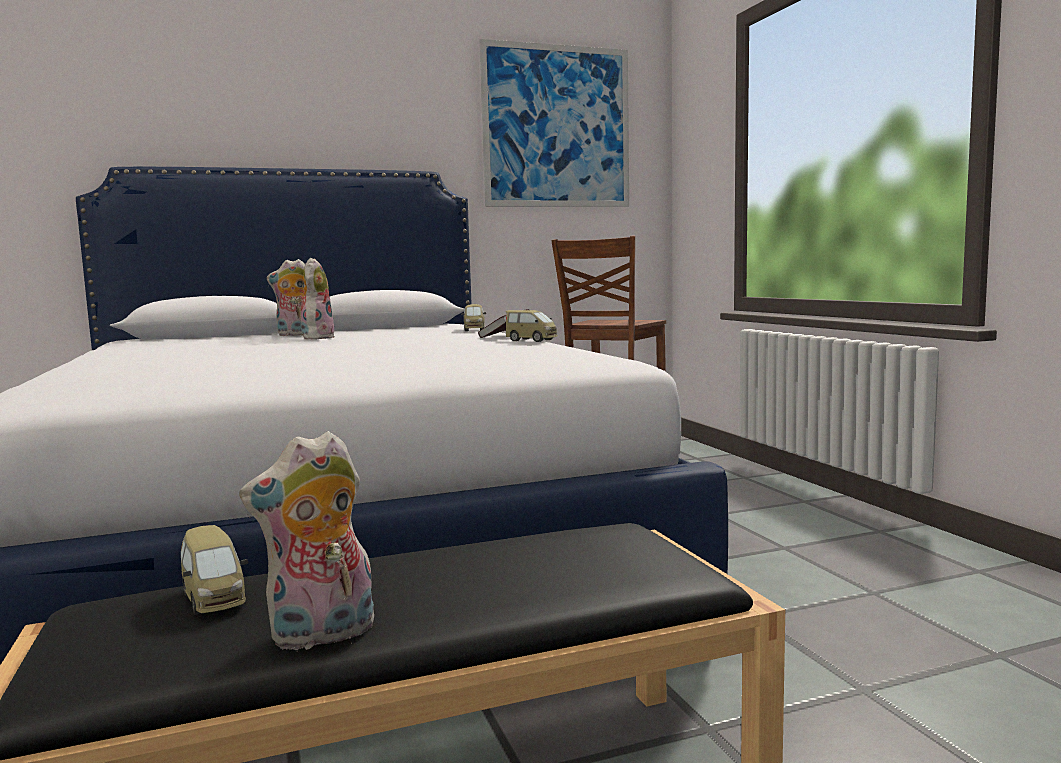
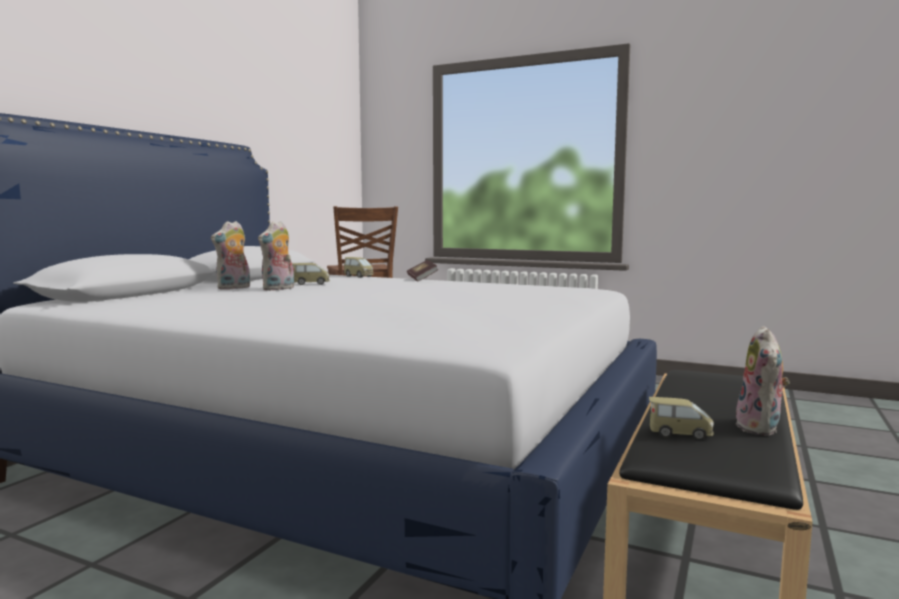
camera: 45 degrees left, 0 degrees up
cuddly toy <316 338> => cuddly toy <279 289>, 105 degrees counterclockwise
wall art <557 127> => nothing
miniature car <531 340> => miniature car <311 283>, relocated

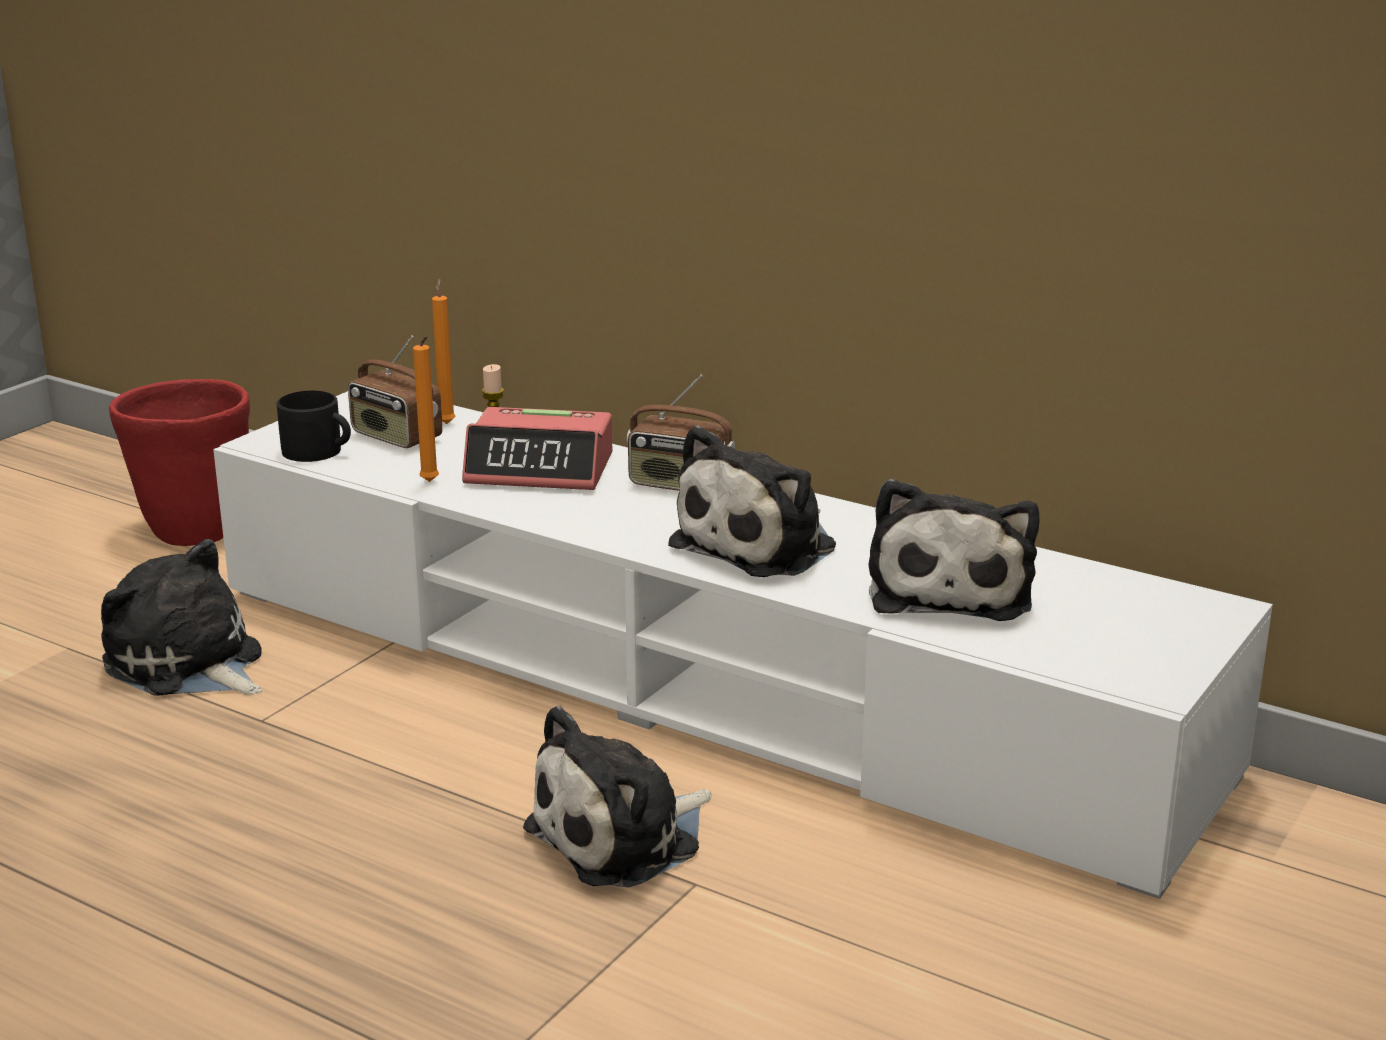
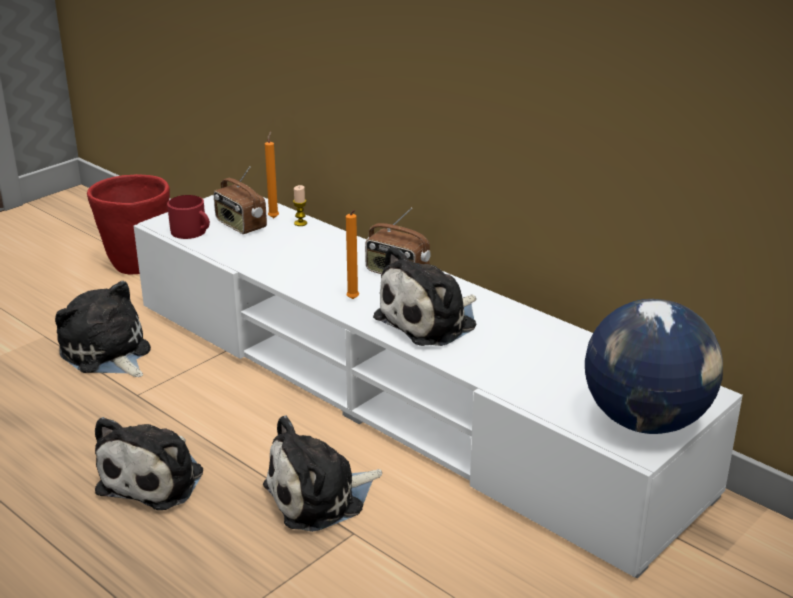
camera: 10 degrees right, 5 degrees up
coffee mug/black-coloured <318 451> => coffee mug/reddish <192 232>
wax candle/orangey <430 483> => wax candle/orangey <353 300>, relocated
table clock <540 469> => nothing
cuddly toy <950 590> => cuddly toy <155 478>, relocated
nothing => world globe <646 421>

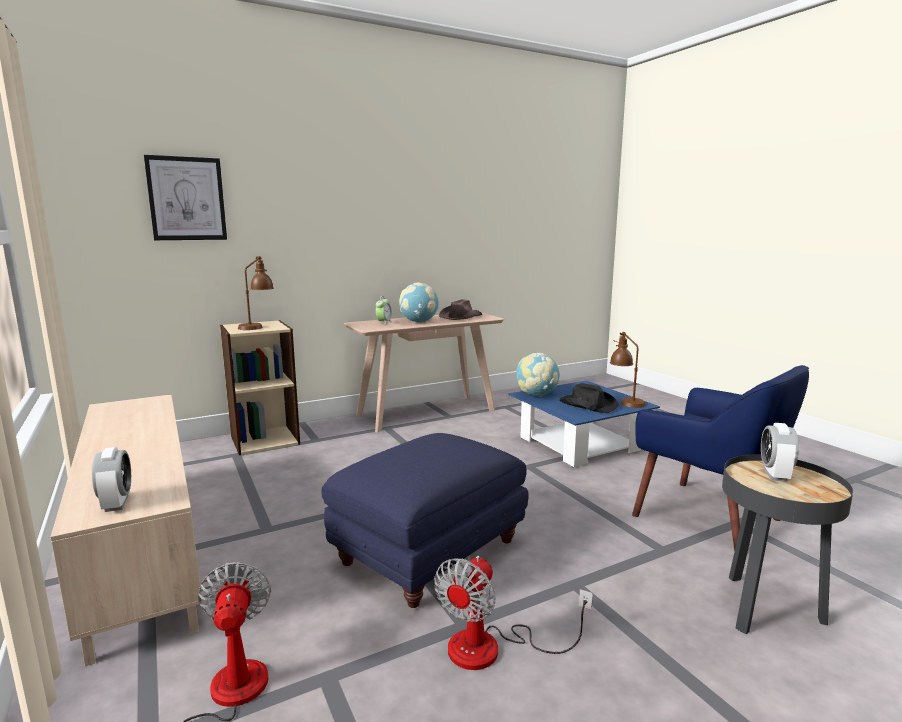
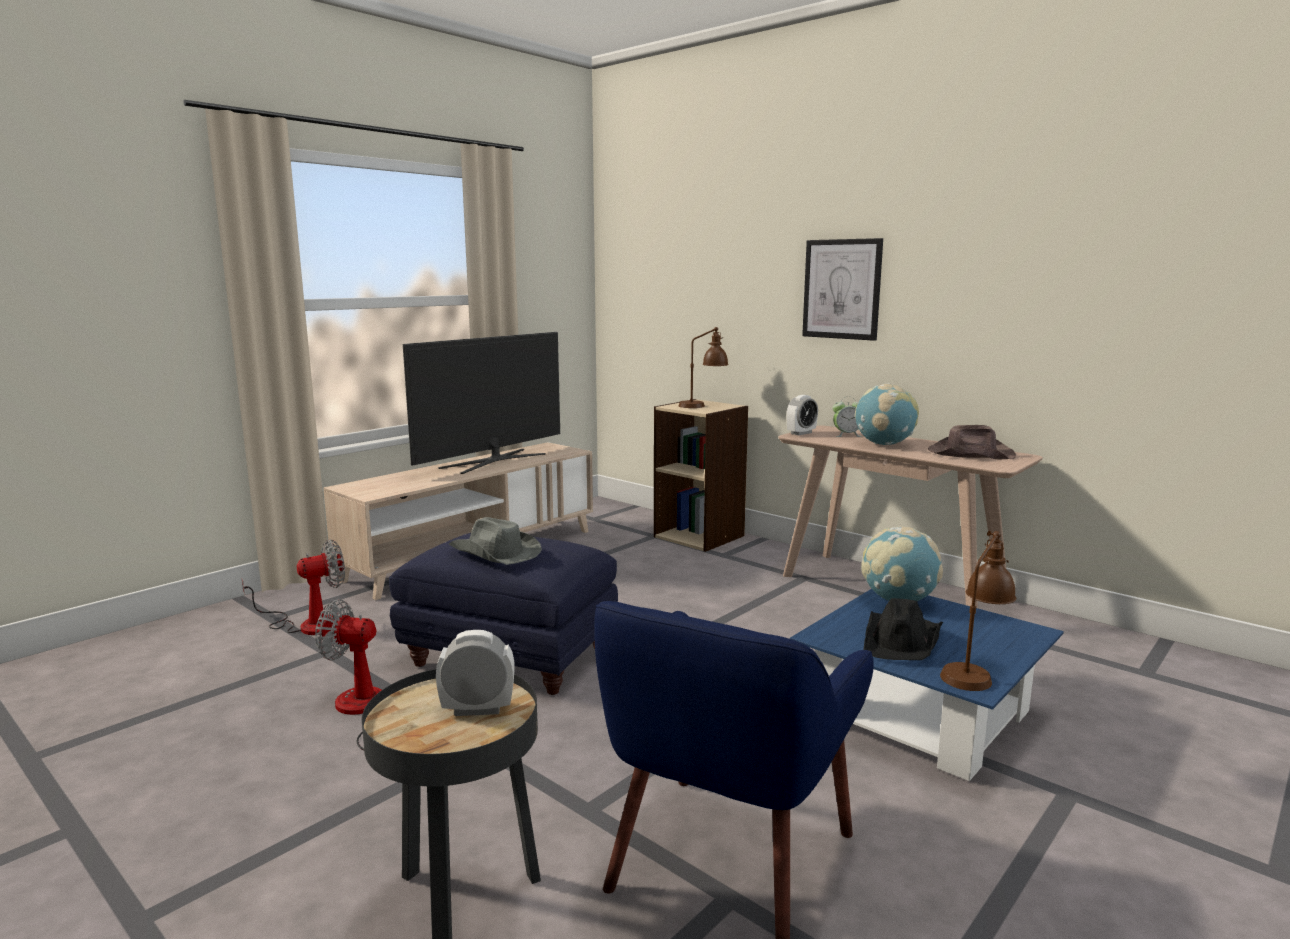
camera: 70 degrees right, 0 degrees up
table clock <116 503> => table clock <801 433>, relocated
wall art <187 199> => wall art <842 289>, relocated
nothing => television <494 461>
nothing => wearable hat/greyish <495 553>

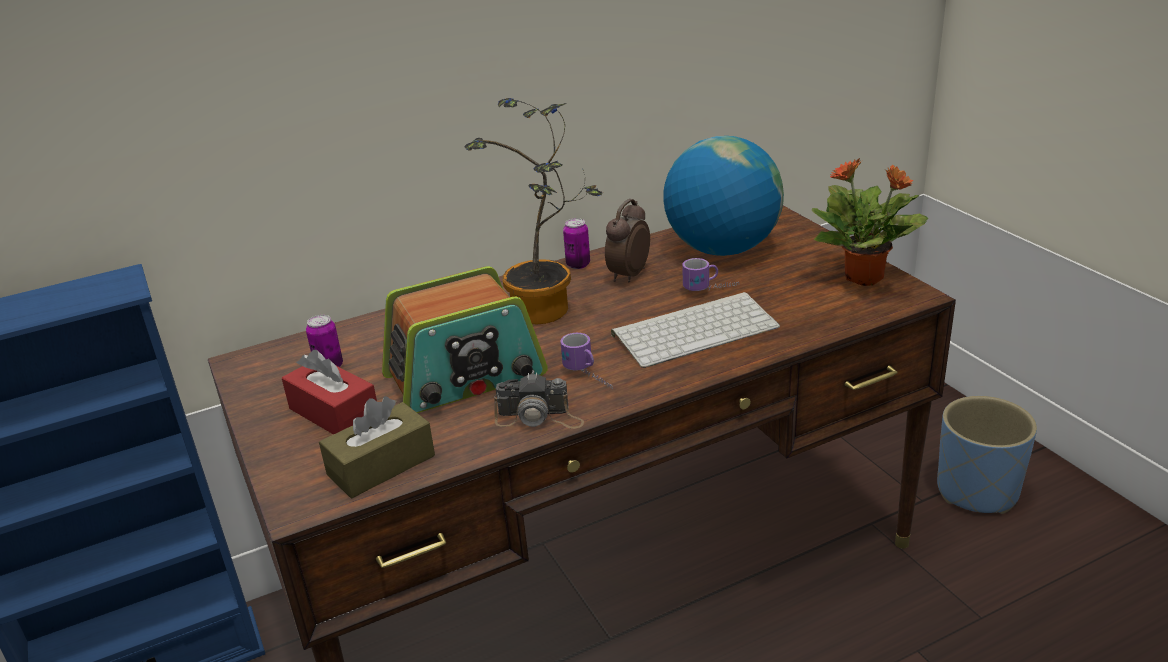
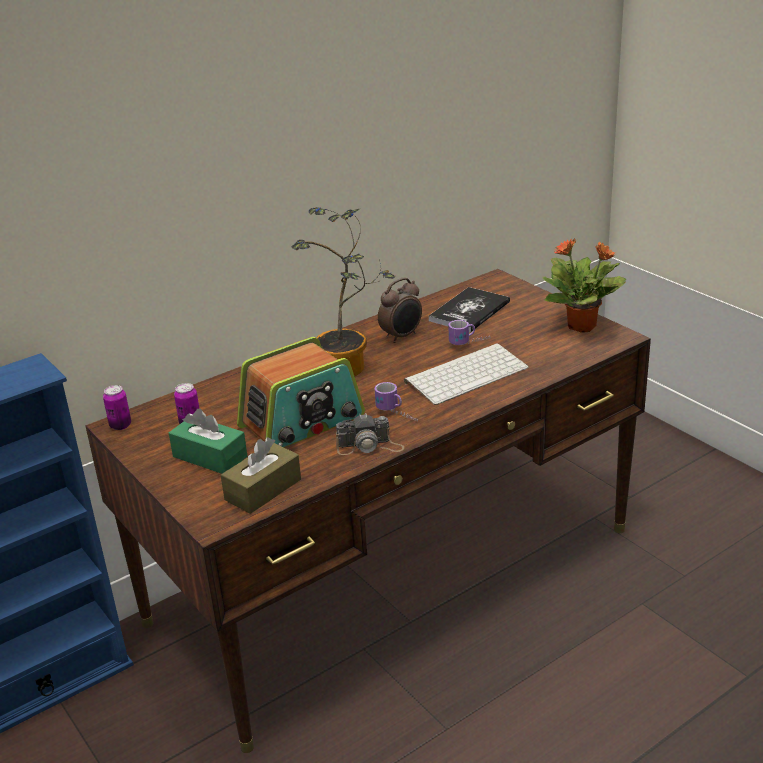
camera: 10 degrees left, 0 degrees up
tissue box/reddish <334 413> => tissue box/green <210 457>
sealed can <578 265> => sealed can <120 425>, relocated
table clock <627 275> => table clock <402 336>, 150 degrees counterclockwise
world globe <722 249> => volume <469 311>
flower pot/blue <977 491> => nothing

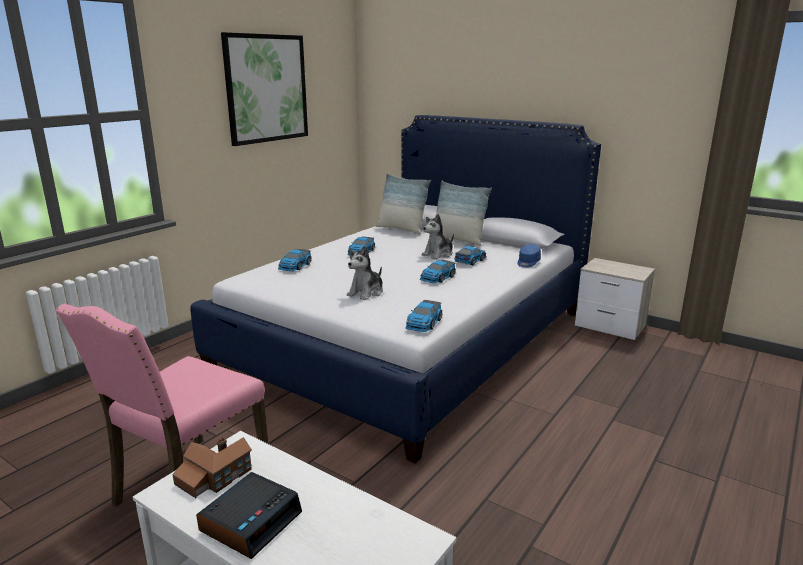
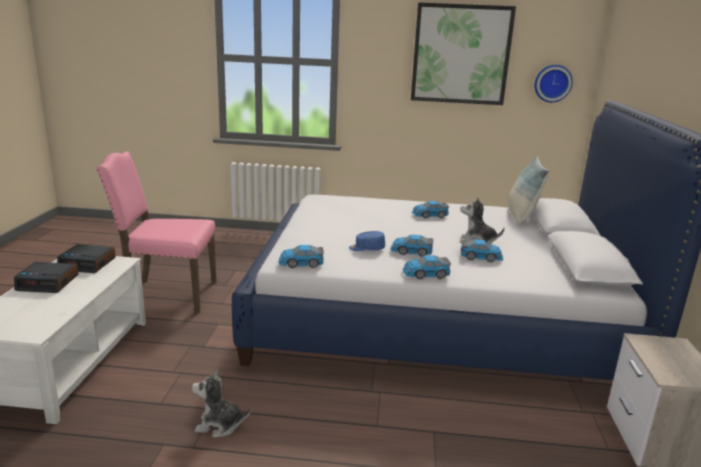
camera: 60 degrees right, 0 degrees up
model house <213 477> => table clock <88 264>
miniature car <295 266> => miniature car <425 274>, relocated
cuddly toy <366 292> => cuddly toy <219 425>, relocated
cushion <457 240> => nothing
peaked cap/blue <528 262> => peaked cap/blue <366 248>, relocated
nothing => wall clock <552 83>

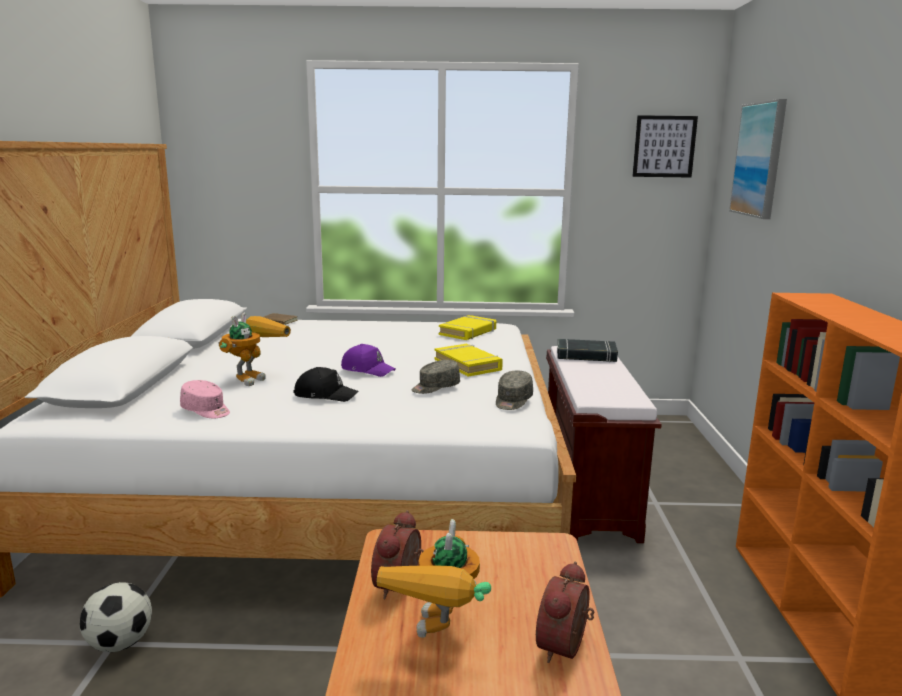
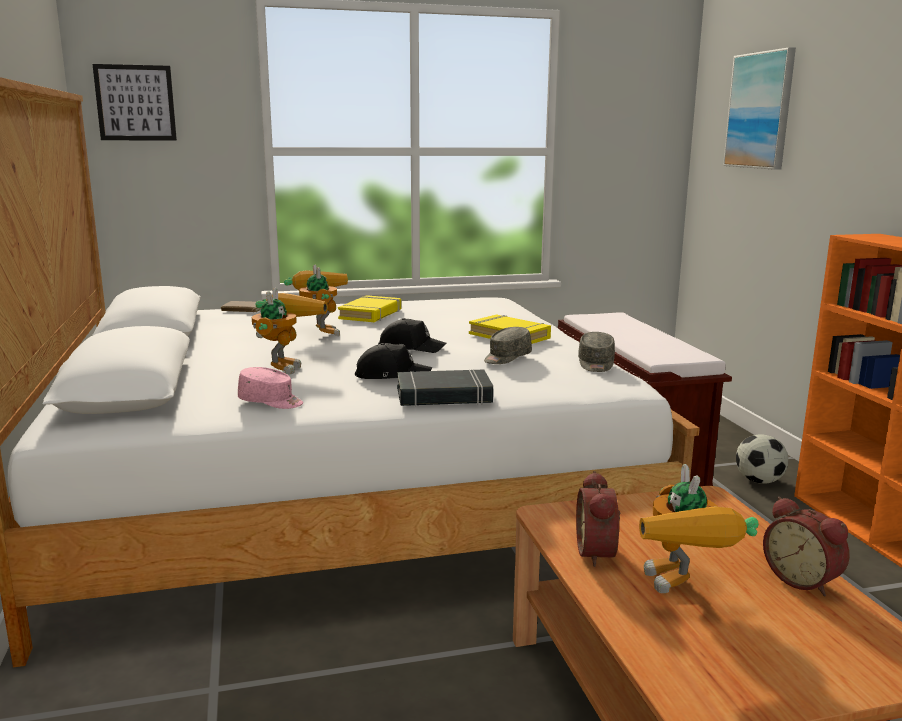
camera: 15 degrees left, 0 degrees up
football ball <120 643> => football ball <759 481>, relocated
peaked cap/purple <367 369> => peaked cap/black-coloured <411 347>
volume/yellow-coloured <468 332> => volume/yellow-coloured <371 314>, relocated
table clock <566 647> => table clock <803 580>, 45 degrees counterclockwise
volume/black-coloured <586 355> => volume/black-coloured <444 396>, relocated
wall art <664 146> => wall art <135 103>, relocated
nothing => toy robot <319 332>

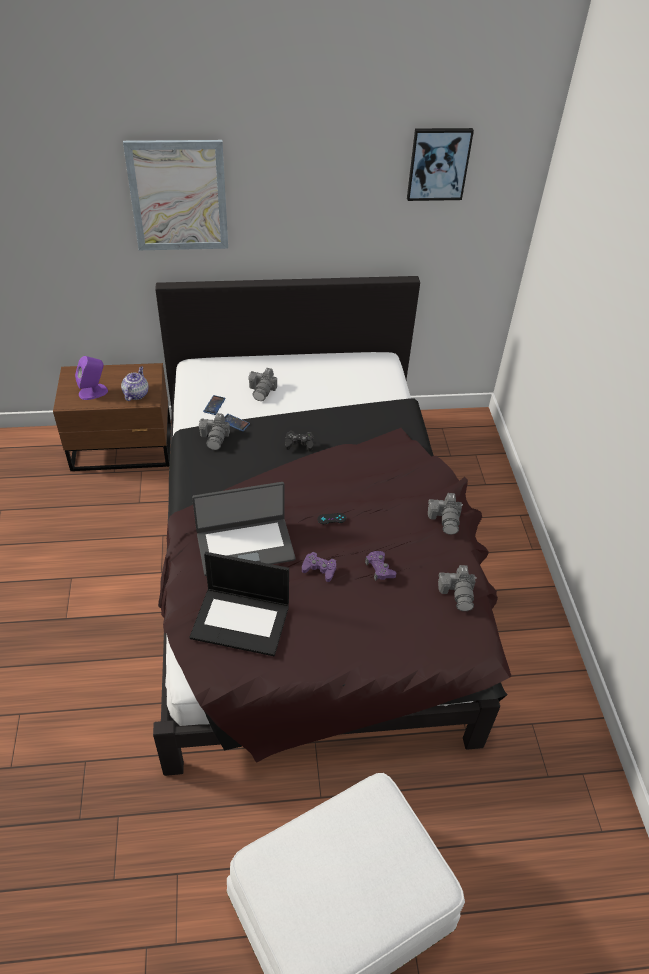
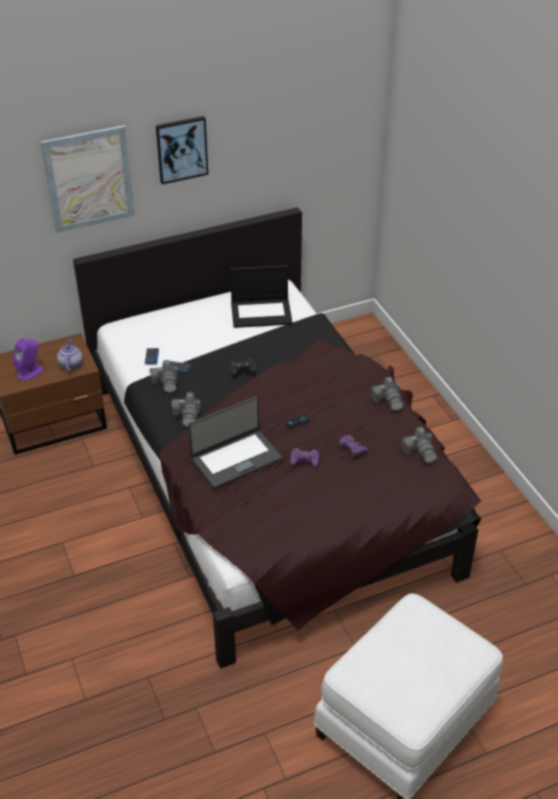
camera: 15 degrees left, 5 degrees down
portable computer <242 620> => portable computer <262 312>, relocated
photo camera <262 390> => photo camera <188 415>, relocated
wall art <438 164> => wall art <181 149>, relocated

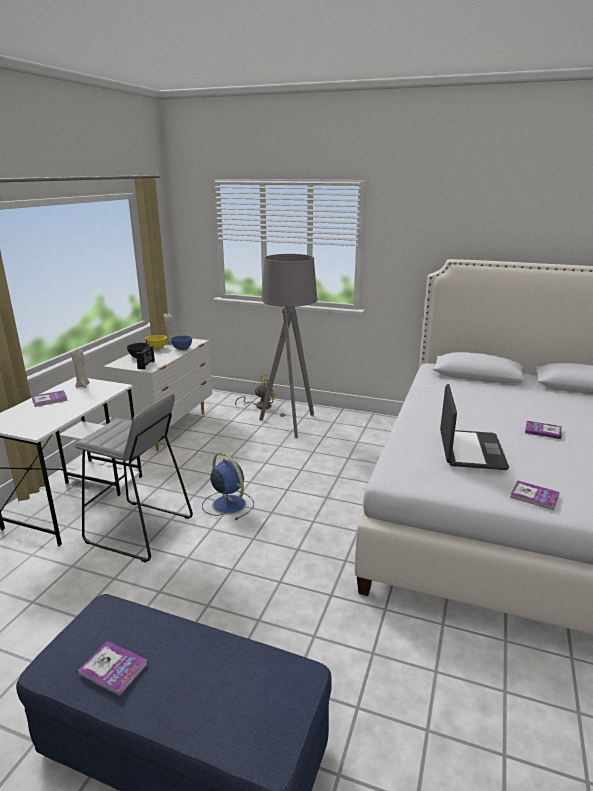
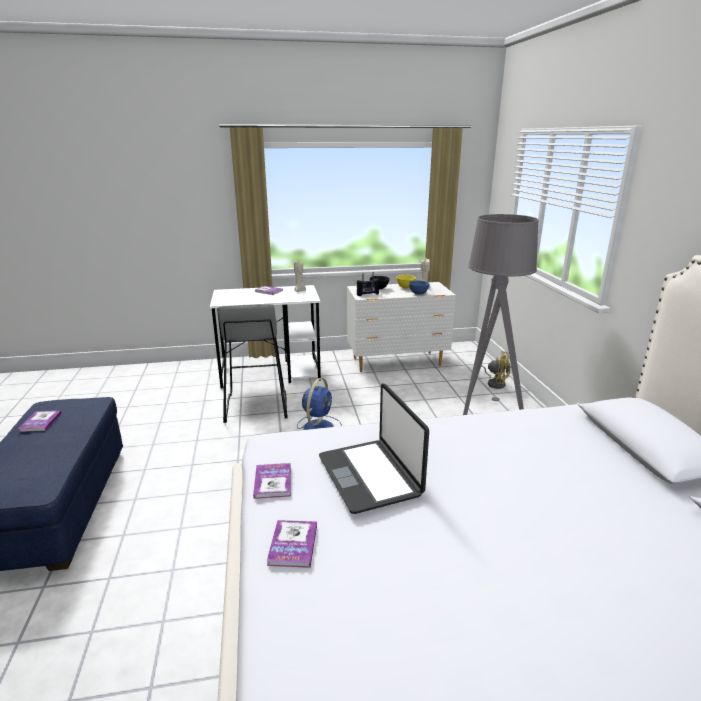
camera: 60 degrees right, 0 degrees up
portable computer <470 450> => portable computer <370 475>, 90 degrees clockwise
volume <543 431> => volume <273 482>, relocated

